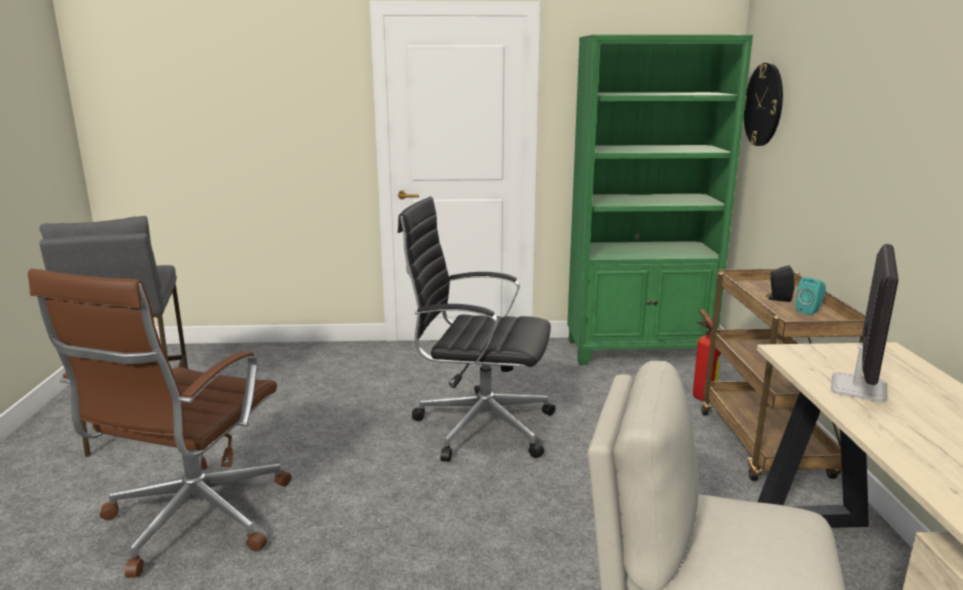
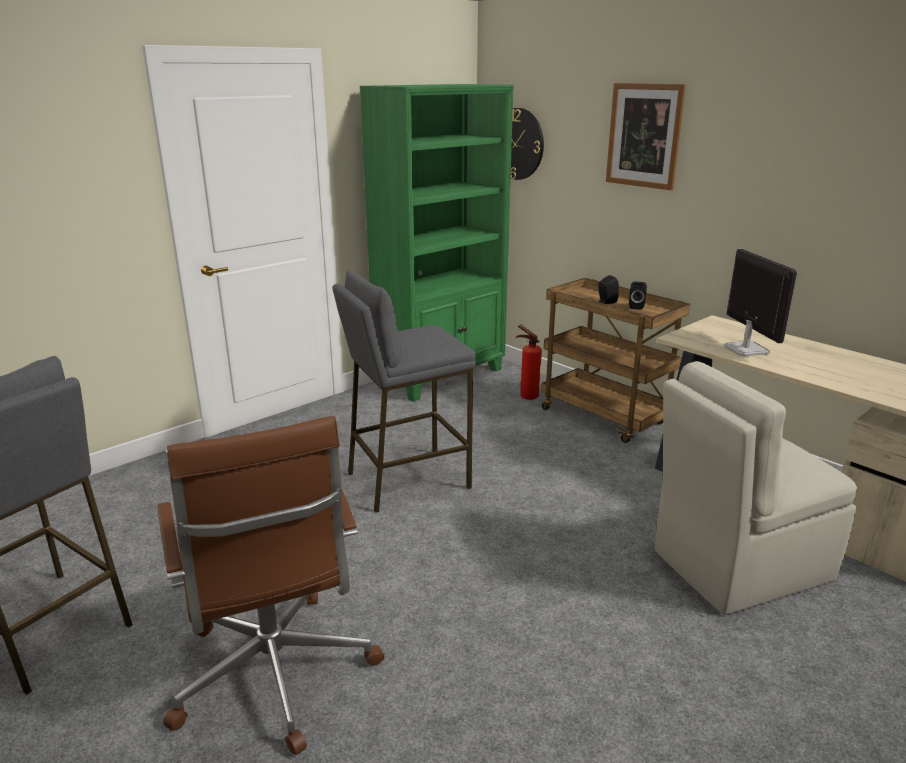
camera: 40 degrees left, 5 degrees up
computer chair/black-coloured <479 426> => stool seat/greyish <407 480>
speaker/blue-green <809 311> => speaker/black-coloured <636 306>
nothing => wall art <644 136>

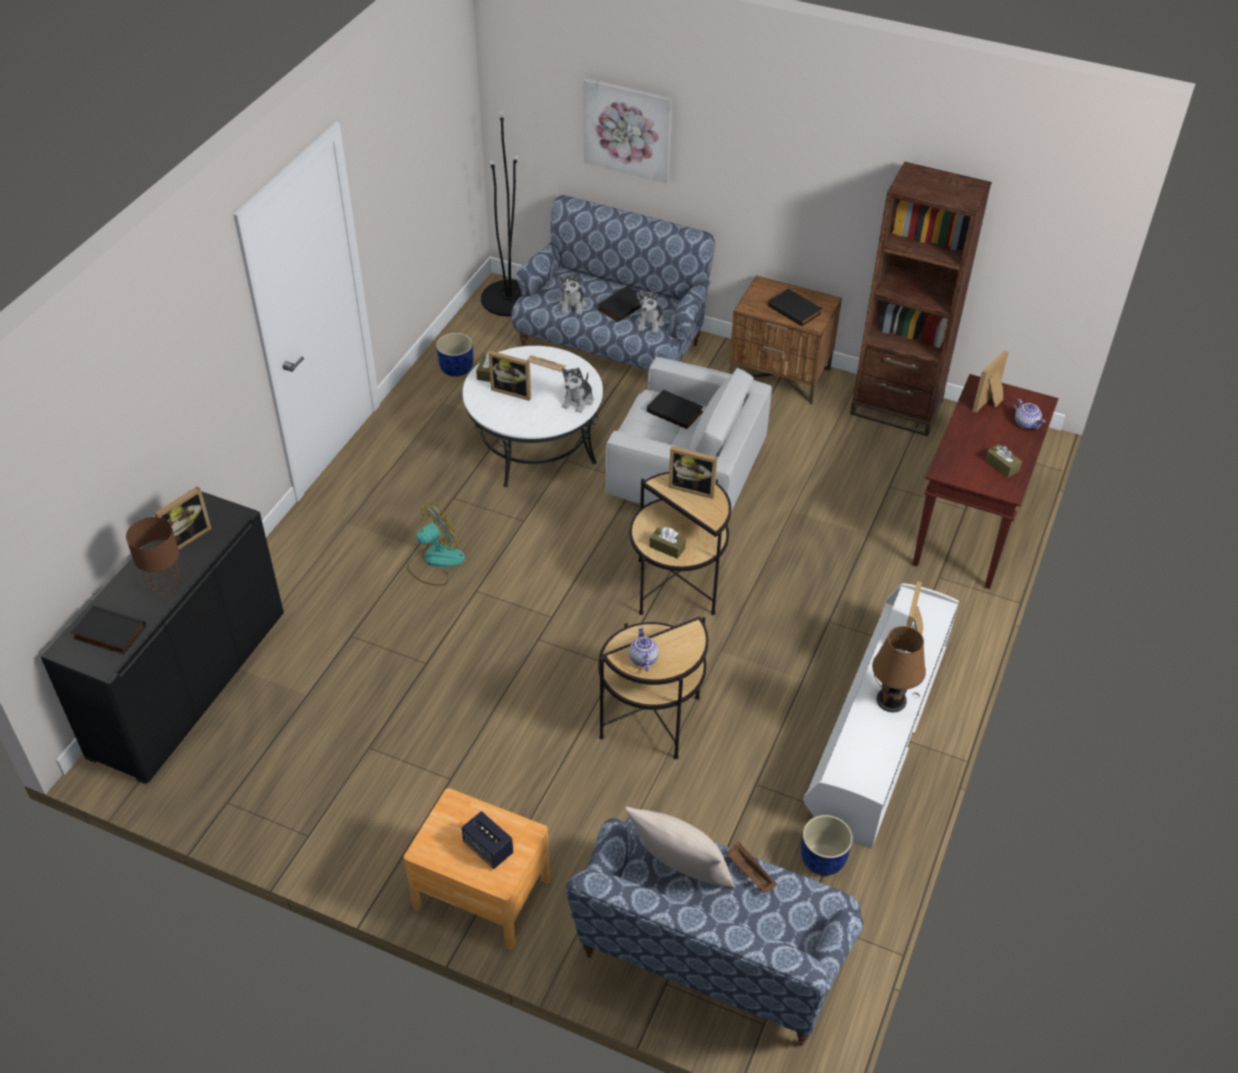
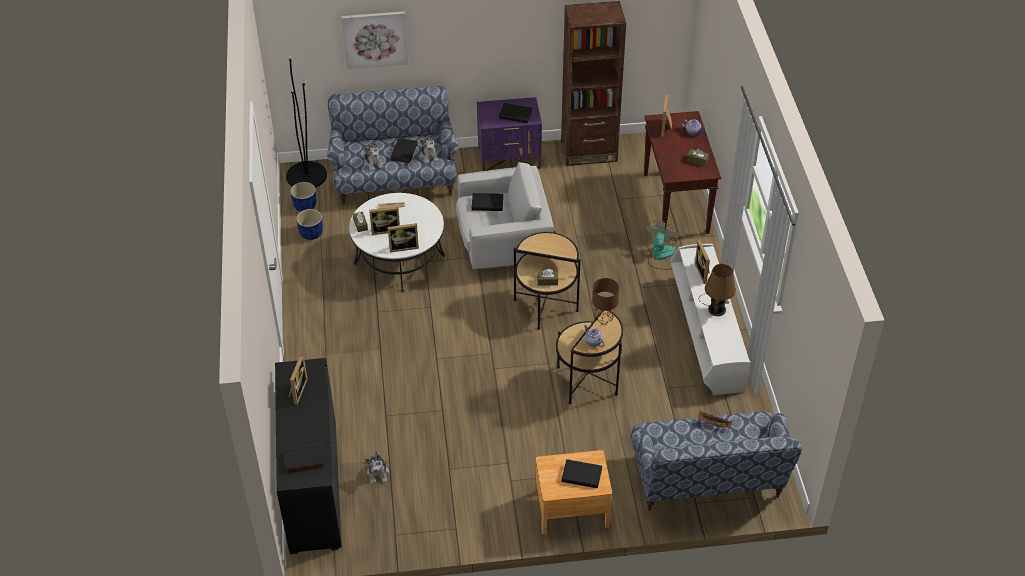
camera: 30 degrees left, 0 degrees up
lamp for a table/brown-coloured <167 587> => lamp for a table/brown-coloured <604 319>, relocated
electric fan <435 561> => electric fan <661 256>, relocated
speaker <488 848> => volume/black-coloured <582 474>
cuddly toy <578 401> => cuddly toy <378 473>, relocated
cushion/beige <679 874> => nothing
picture frame <693 488> => picture frame <403 247>, relocated
night table/brown-coloured <780 375> => night table/purple <509 158>
flower pot/blue <823 859> => flower pot/blue <305 206>, relocated

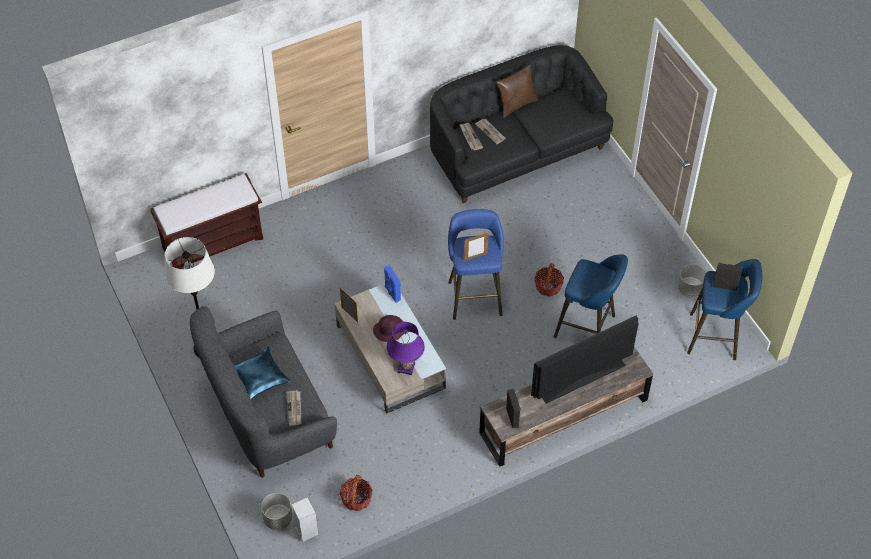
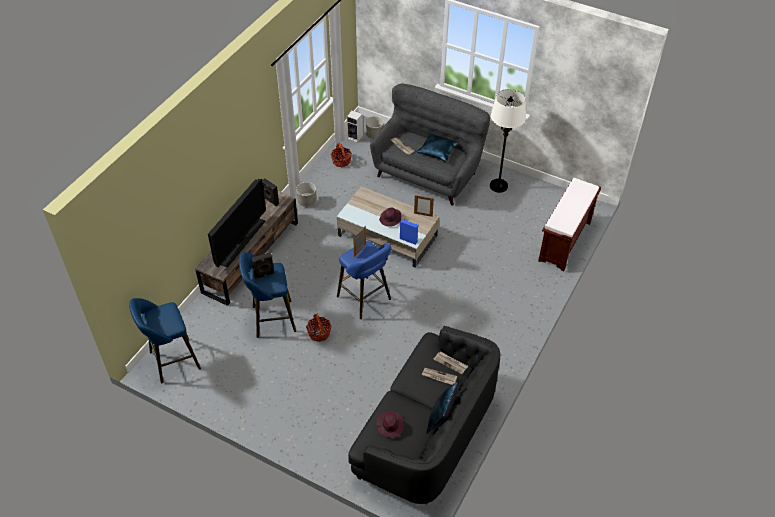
camera: 145 degrees right, 5 degrees down
lamp for a table/purple <406 367> => nothing
cushion/brown-coloured <516 105> => cushion/blue <441 418>
flower pot/greyish <689 289> => flower pot/greyish <307 201>, relocated
speaker/black-coloured <724 286> => speaker/black-coloured <264 275>, relocated
nothing => wearable hat/purple <390 425>

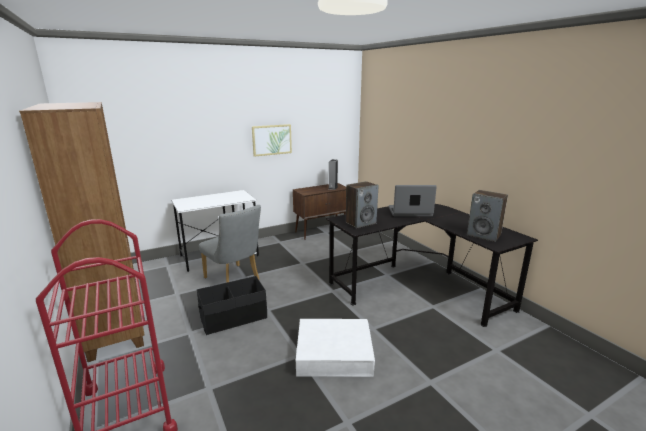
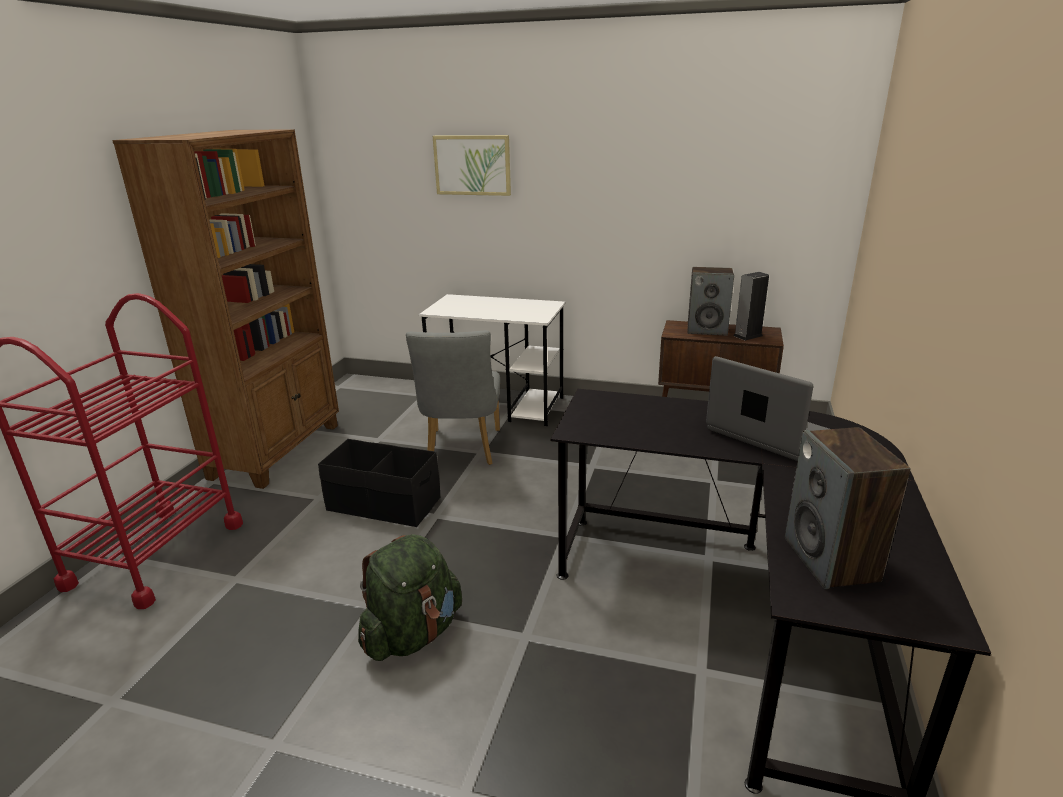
camera: 45 degrees right, 5 degrees up
wall art <271 140> => wall art <472 165>, relocated
storage container/white <333 353> => rucksack/green <413 634>
speaker <361 223> => speaker <707 330>, relocated

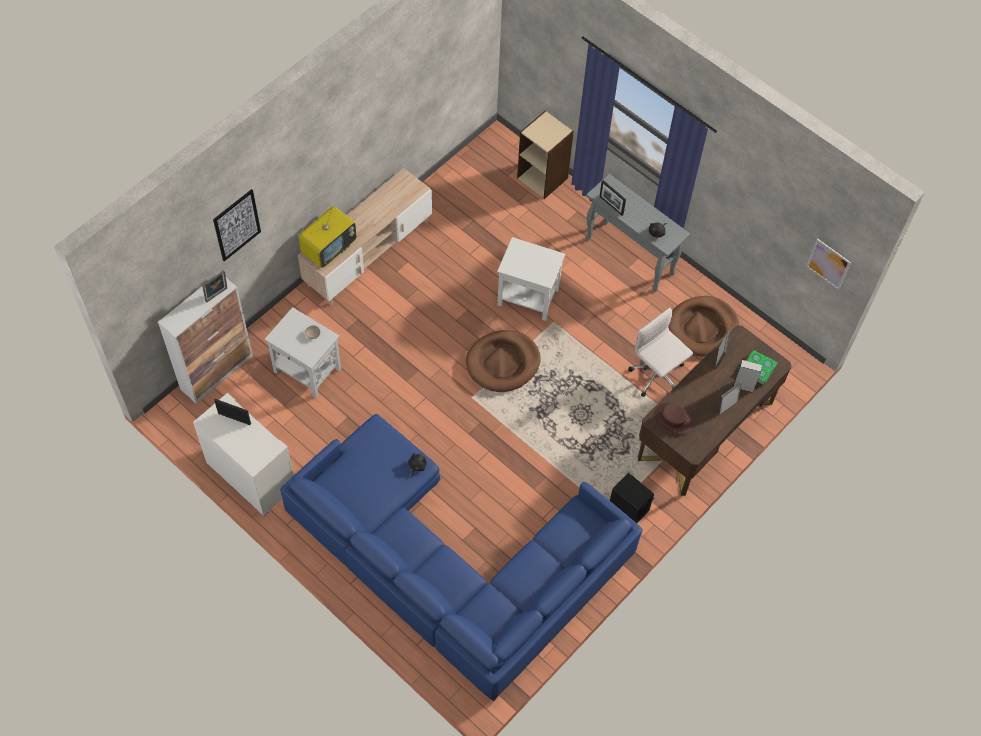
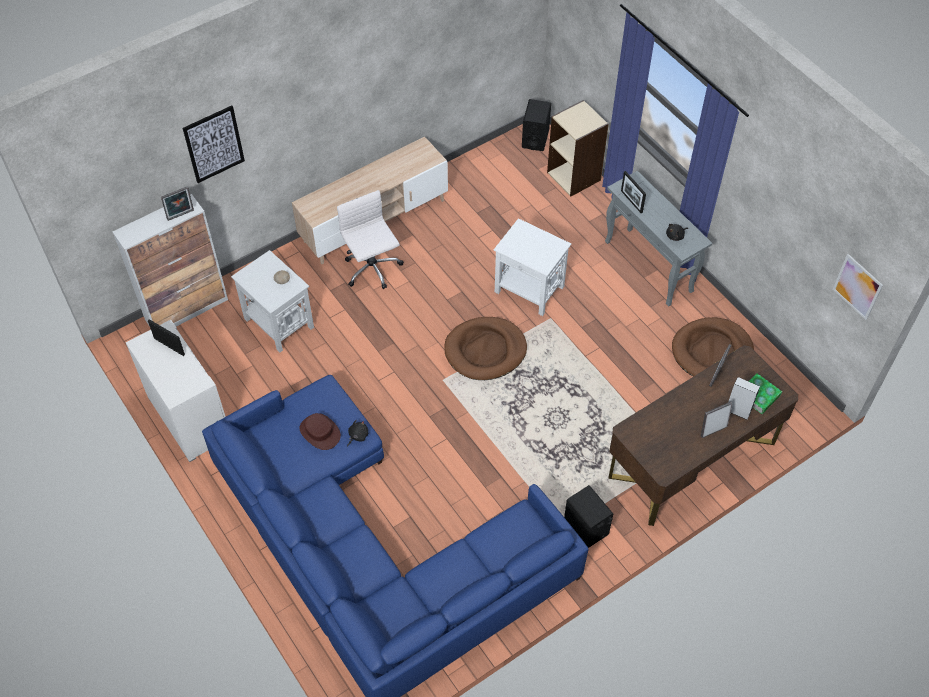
camera: 15 degrees right, 5 degrees down
television <329 249> => nothing
computer chair/white <657 375> => computer chair/white <372 270>, relocated
wearable hat/brown-coloured <673 419> => wearable hat/brown-coloured <319 432>, relocated
nothing => speaker/black-coloured <535 138>

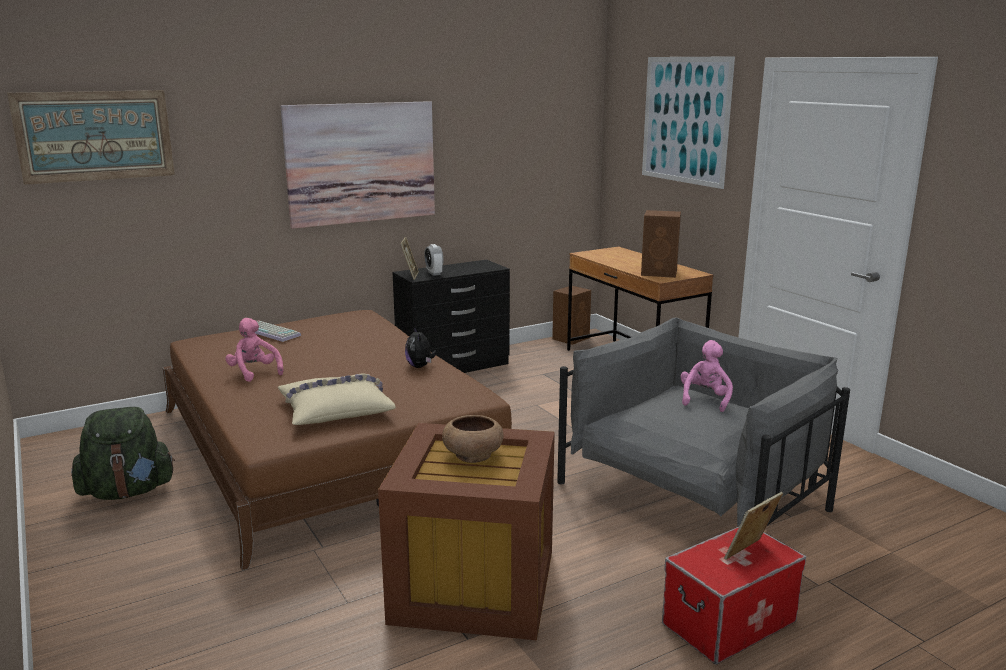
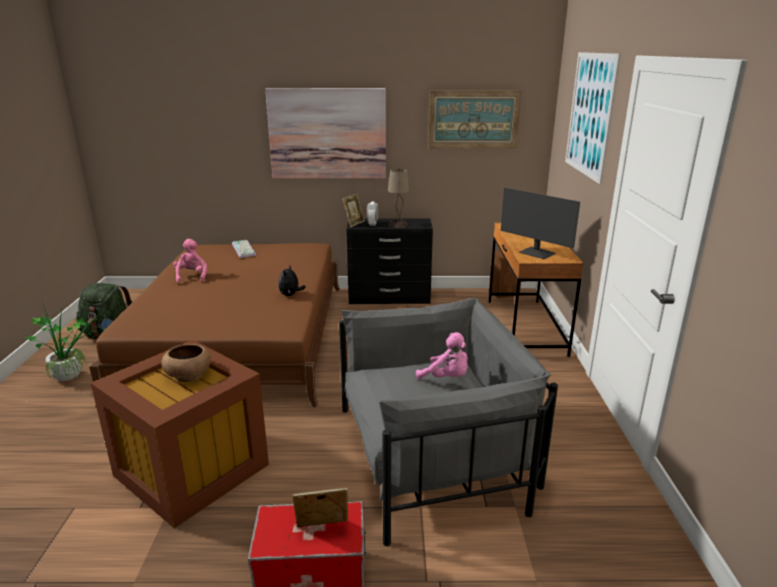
camera: 30 degrees right, 5 degrees up
wall art <95 136> => wall art <473 119>, relocated
cushion/beige <335 409> => nothing
speaker/brown-coloured <660 273> => computer display <536 253>
cuddly toy/pink-coloured <705 399> => cuddly toy/pink-coloured <446 378>, 75 degrees clockwise
nothing => plant in a pot <74 375>
nothing => lamp for a table/beige <398 224>

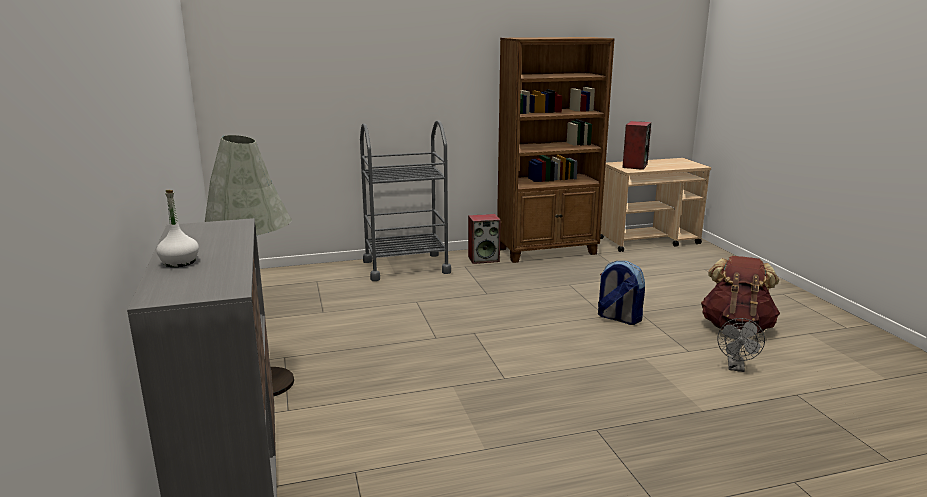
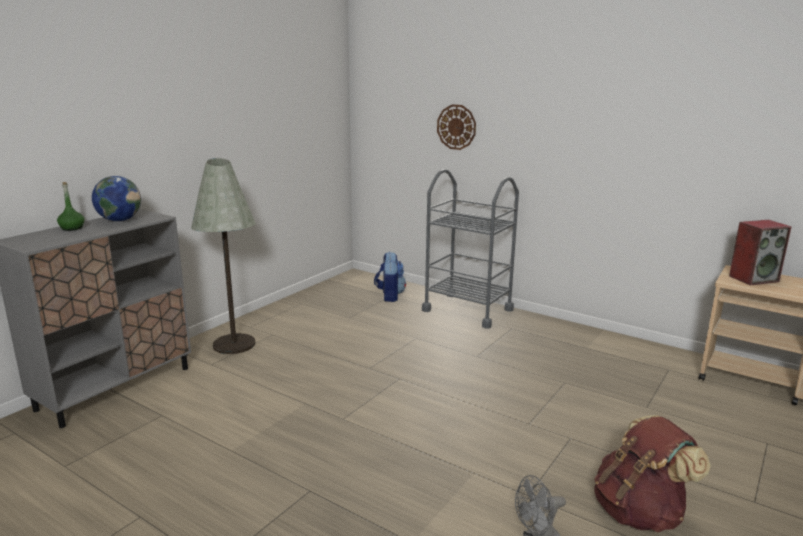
camera: 50 degrees right, 0 degrees up
beverage bottle/white <179 262> => beverage bottle/green <72 228>
speaker <484 259> => nothing
bookshelf/brown-coloured <548 251> => nothing
rucksack <618 318> => rucksack <389 296>, relocated
nothing => world globe <119 220>
nothing => wall clock <456 127>

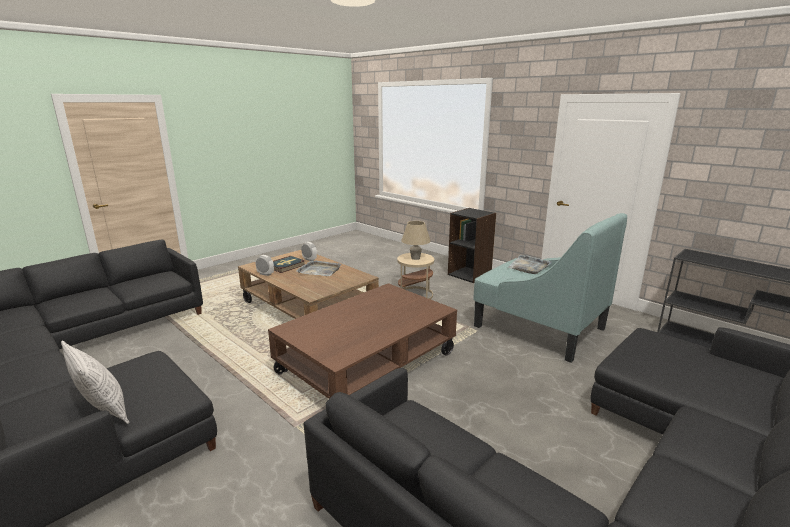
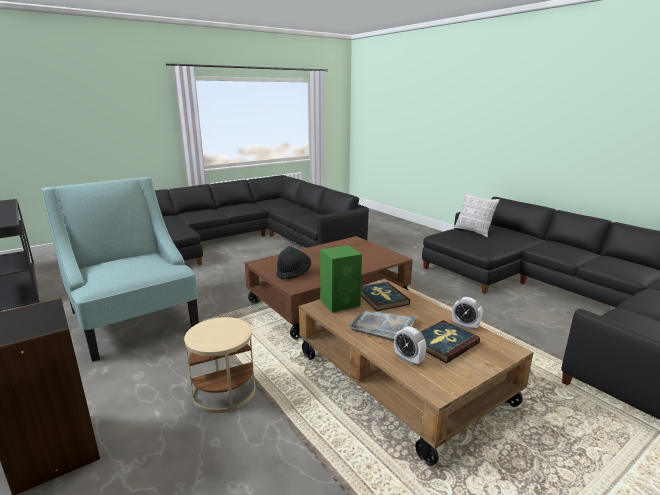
camera: 170 degrees left, 0 degrees up
lamp for a table/beige <415 258> => nothing
serving tray/greyish <529 266> => nothing
nothing => wearable hat/black-coloured <293 273>
nothing => speaker/green <341 303>
nothing => volume <382 298>

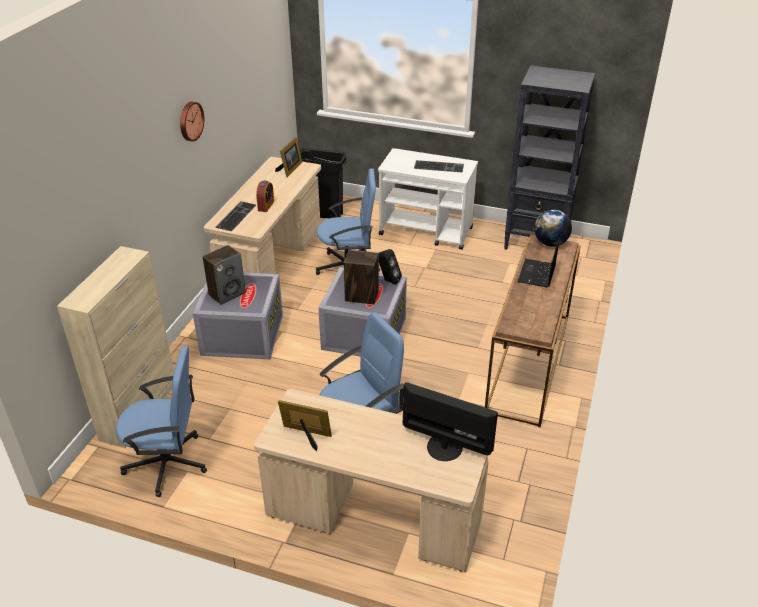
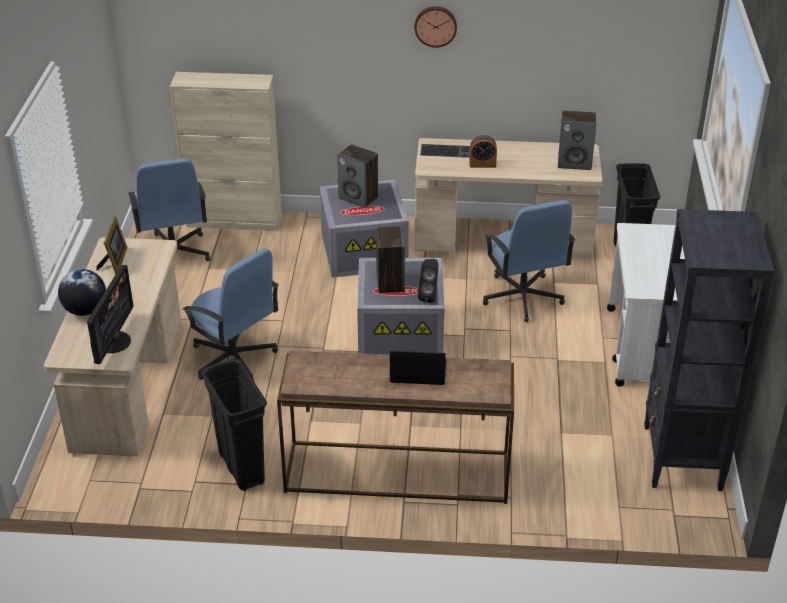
camera: 75 degrees right, 0 degrees up
picture frame <290 169> => speaker <574 162>
computer keyboard <439 166> => nothing
world globe <550 243> => world globe <85 310>, relocated
nothing => waste bin/black-coloured <241 467>

